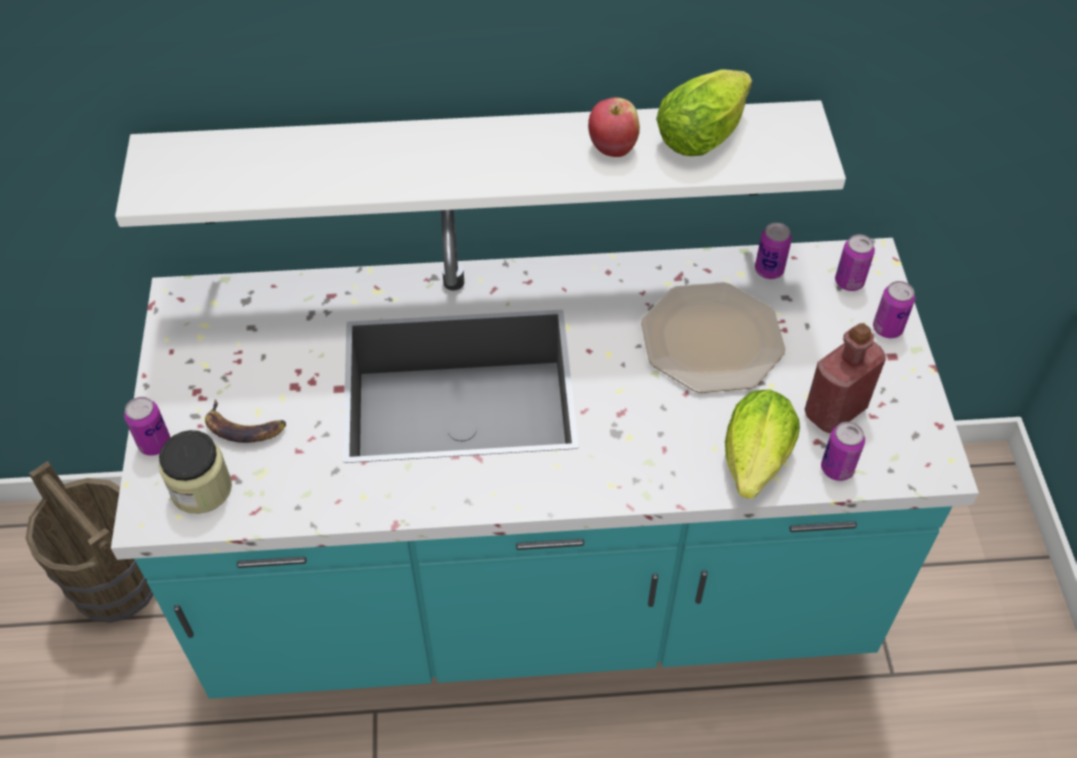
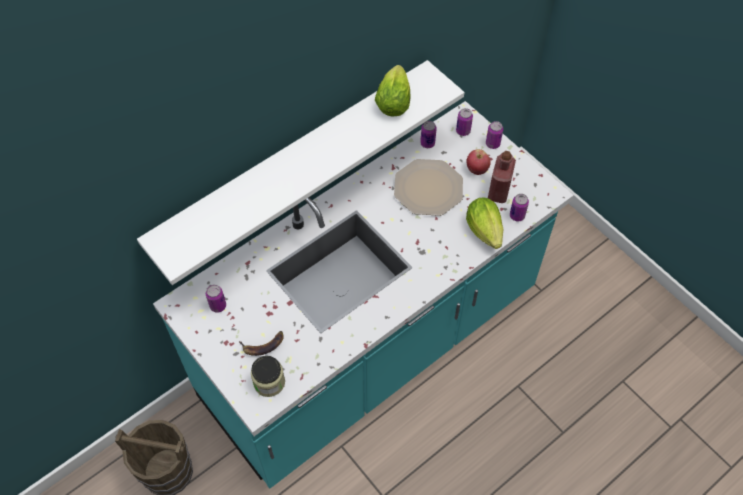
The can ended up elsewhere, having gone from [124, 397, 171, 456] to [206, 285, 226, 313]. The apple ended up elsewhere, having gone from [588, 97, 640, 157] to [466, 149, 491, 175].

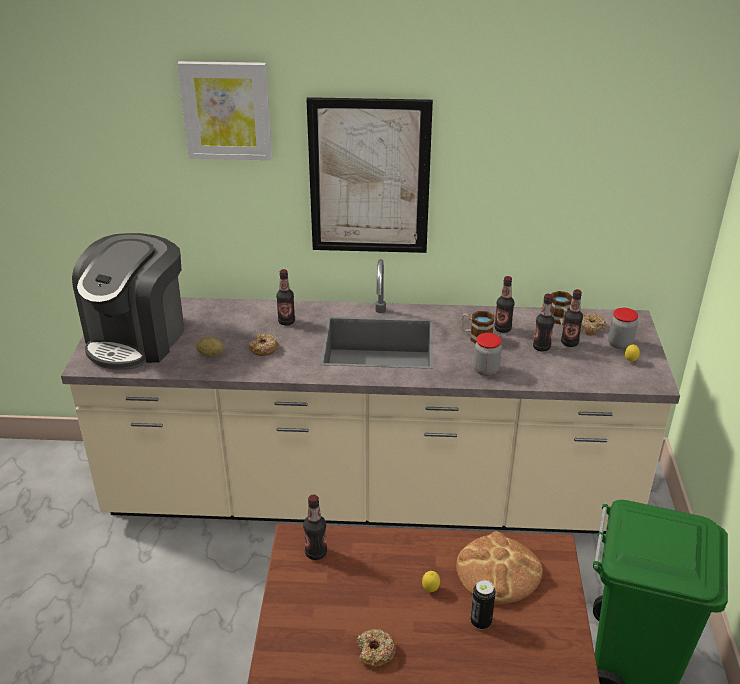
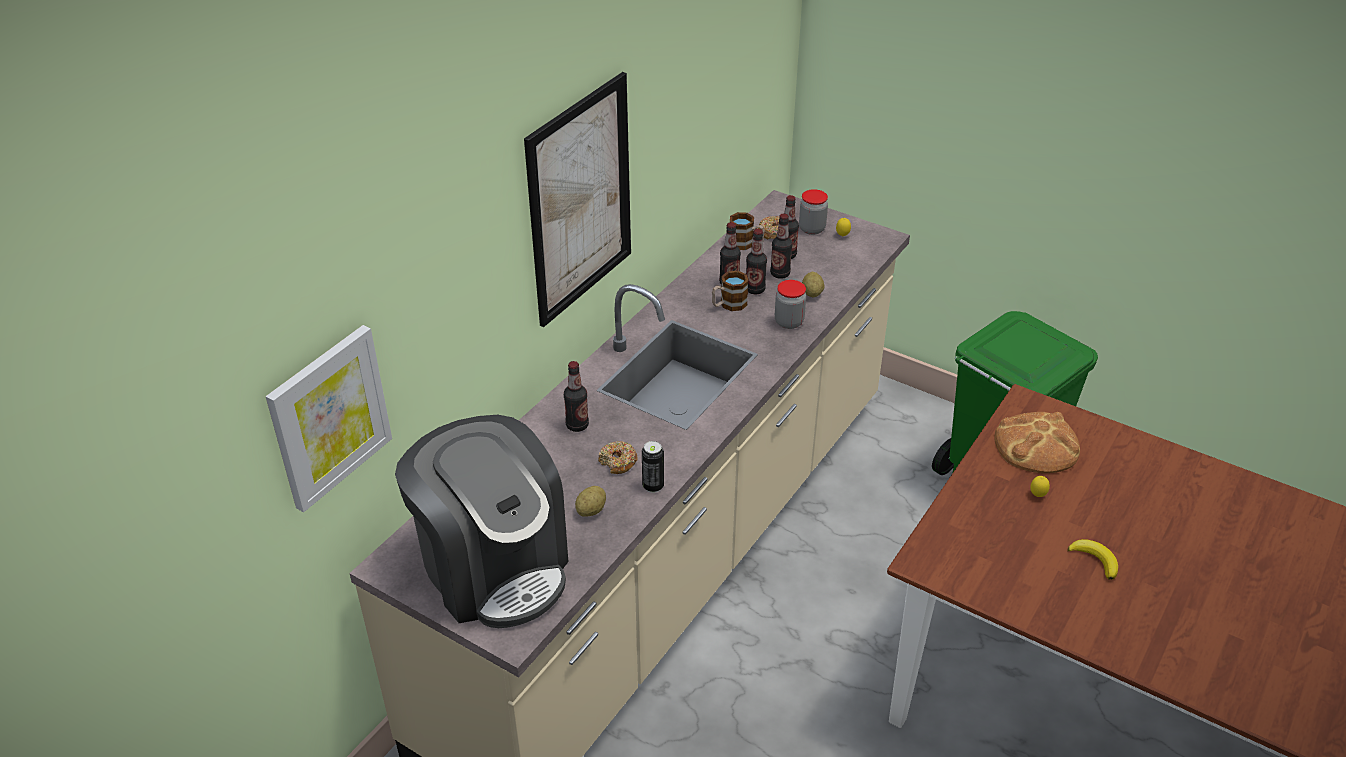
The picture ended up elsewhere, having gone from [177, 61, 272, 160] to [266, 325, 392, 512]. The bottle ended up elsewhere, having gone from [303, 494, 327, 560] to [746, 229, 767, 294]. Where the donut stood at [357, 629, 396, 667], the banana came to stand at [1067, 539, 1118, 580]. The can ended up elsewhere, having gone from [470, 580, 496, 630] to [642, 441, 664, 493]. The second view gained the potato at [802, 272, 825, 298].

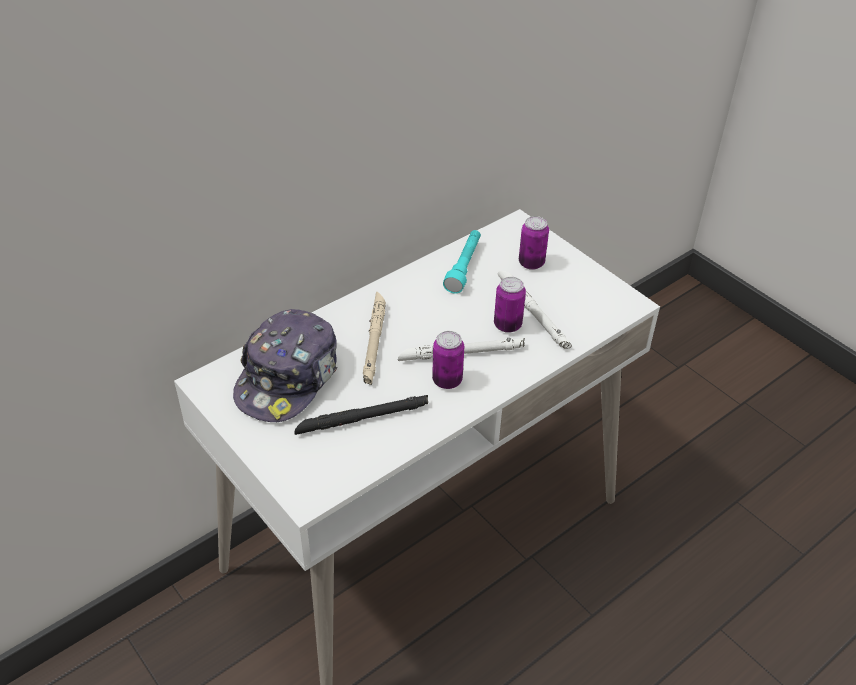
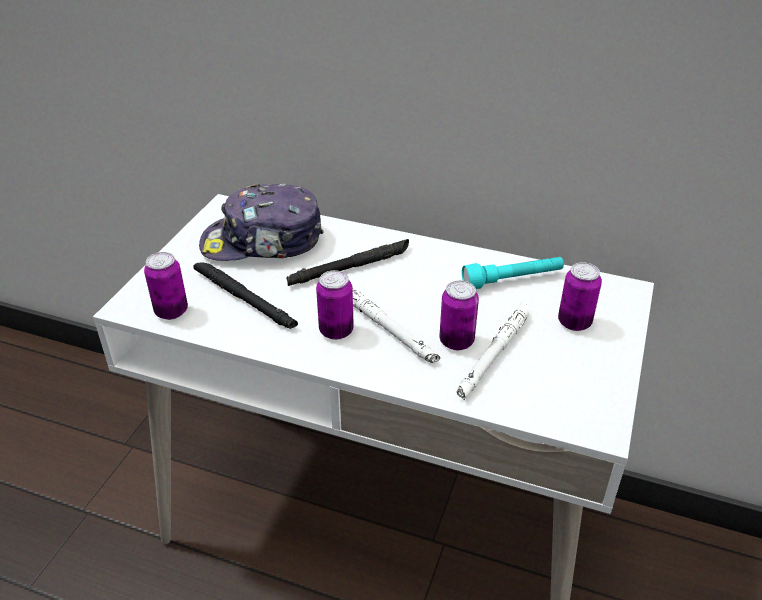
What was the beige_flashlight at [363, 292, 386, 385] turned into the black_flashlight at [287, 239, 409, 286]. The second view gained the can at [144, 252, 188, 320].

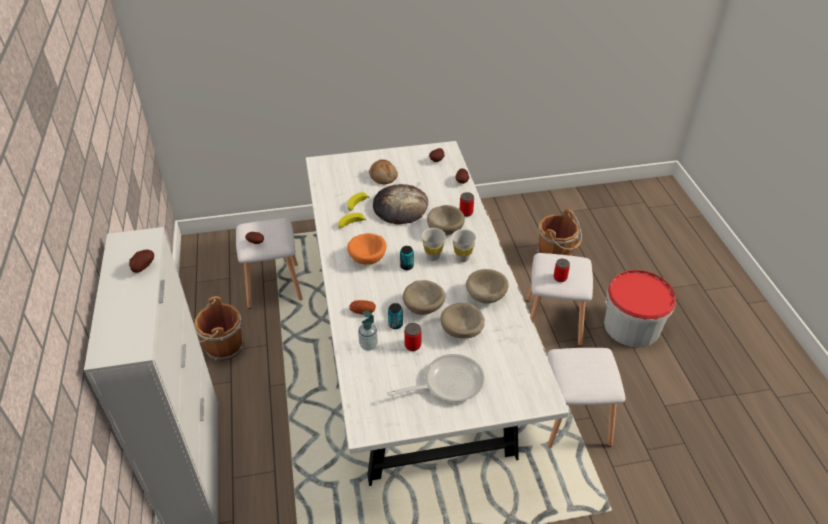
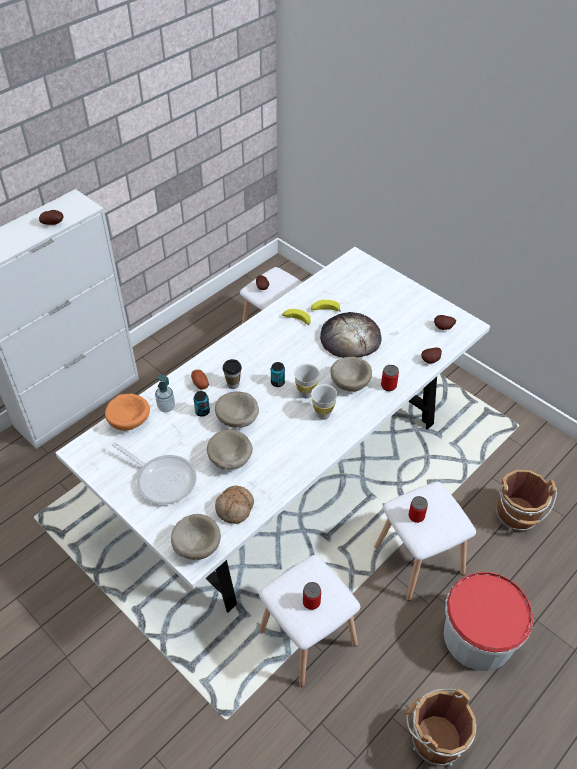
The brown_bucket ended up elsewhere, having gone from [194, 296, 243, 361] to [406, 689, 476, 766]. The orange_bowl ended up elsewhere, having gone from [347, 233, 386, 265] to [105, 393, 150, 431]. The bread ended up elsewhere, having gone from [369, 159, 398, 184] to [215, 486, 254, 524]. The can ended up elsewhere, having gone from [404, 323, 421, 351] to [303, 582, 321, 610]. The beige_bowl ended up elsewhere, having gone from [466, 269, 508, 304] to [171, 514, 221, 560]. The second view gained the cup at [222, 359, 242, 389].

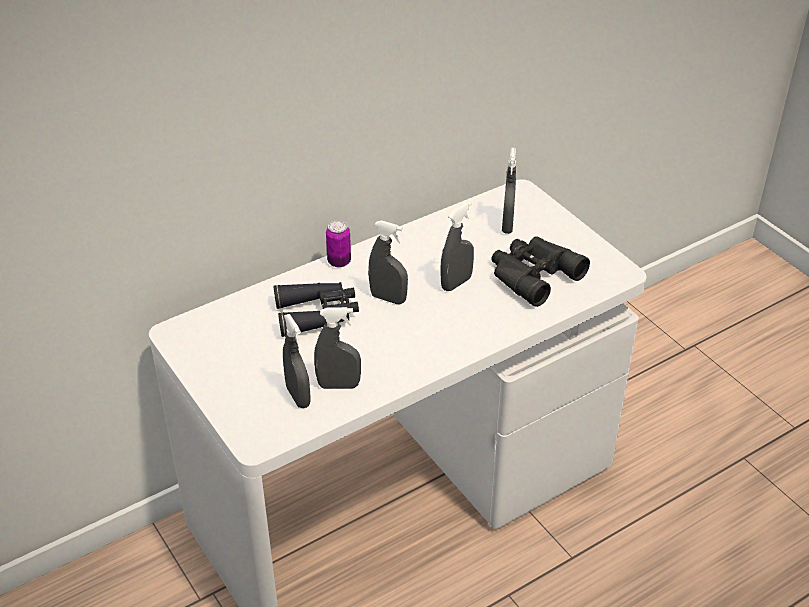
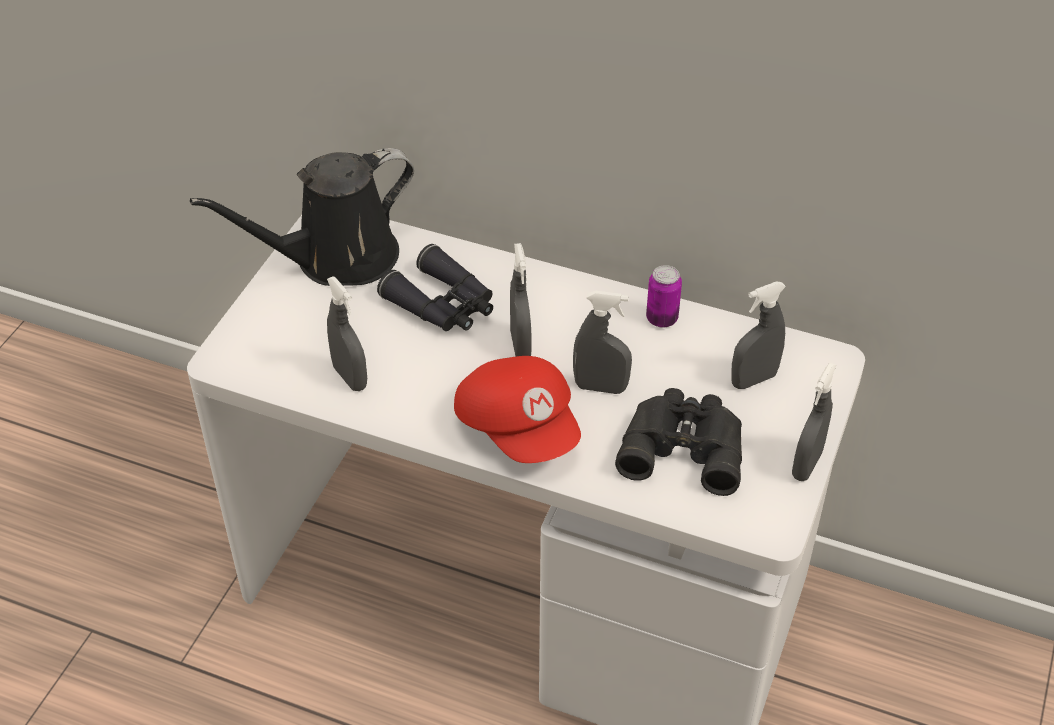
The grey_spray_bottle ended up elsewhere, having gone from [283, 314, 311, 408] to [792, 363, 837, 481]. The can ended up elsewhere, having gone from [326, 220, 351, 267] to [646, 265, 682, 328]. The second view gained the black_watering_can at [190, 148, 414, 286]. The second view gained the red_cap at [454, 356, 581, 463].

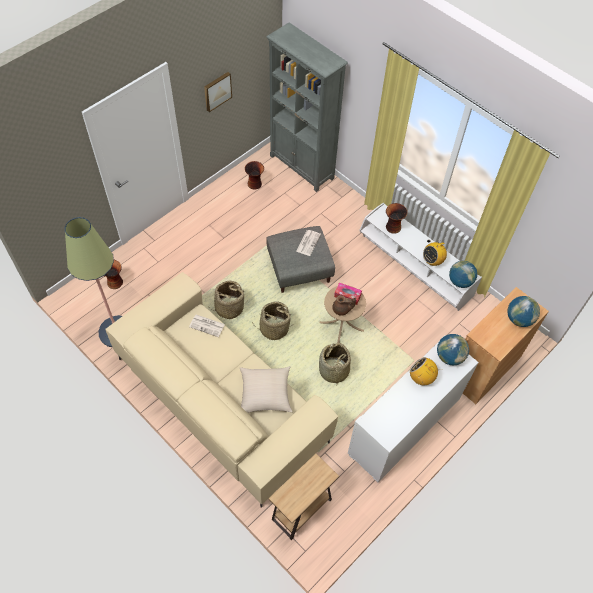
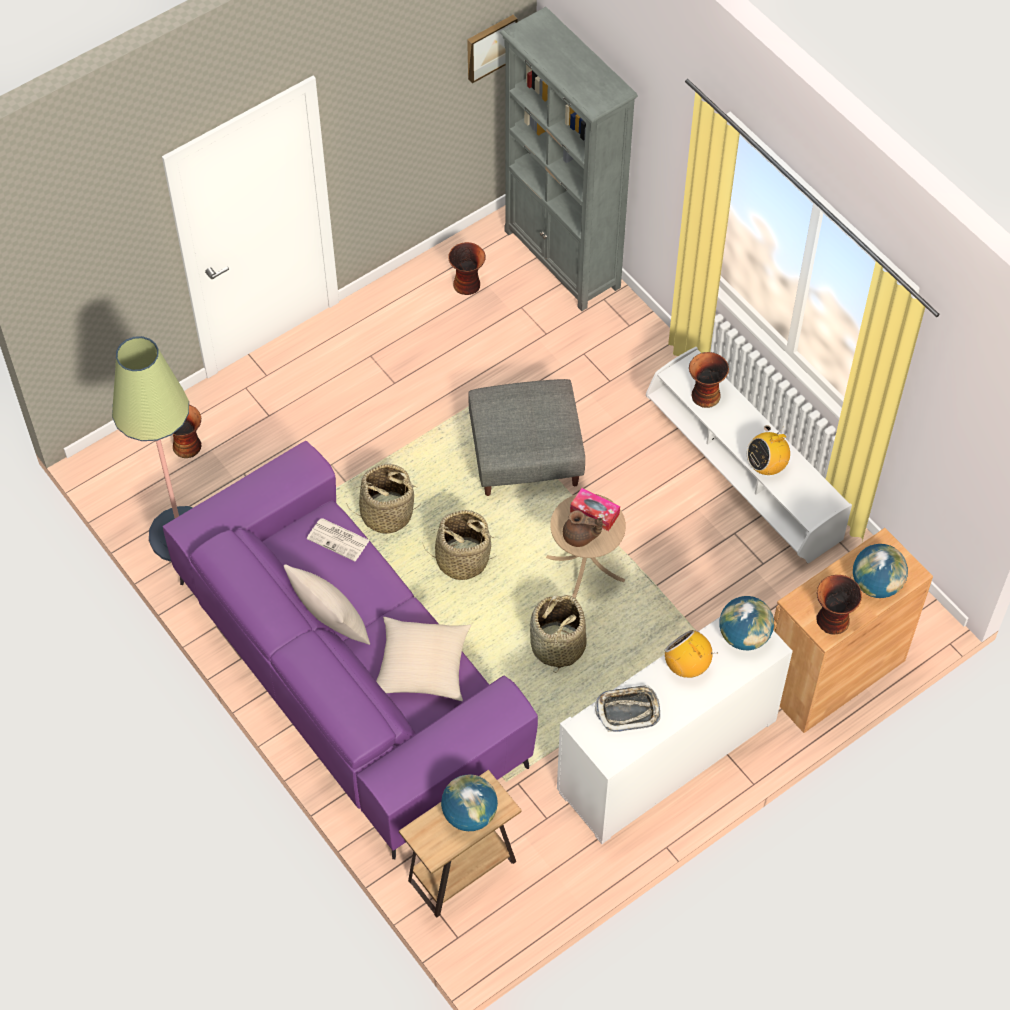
What was the beige_sofa at [106, 272, 338, 507] turned into the purple_sofa at [163, 441, 538, 859]. The picture ended up elsewhere, having gone from [204, 72, 232, 112] to [467, 15, 518, 83]. The second view lost the newspaper at [296, 230, 321, 256]. The globe ended up elsewhere, having gone from [449, 261, 477, 288] to [441, 774, 498, 831]. The second view gained the beige_pillow at [284, 564, 370, 645]. The second view gained the tray at [595, 685, 660, 732]. The second view gained the vase at [816, 575, 862, 635].

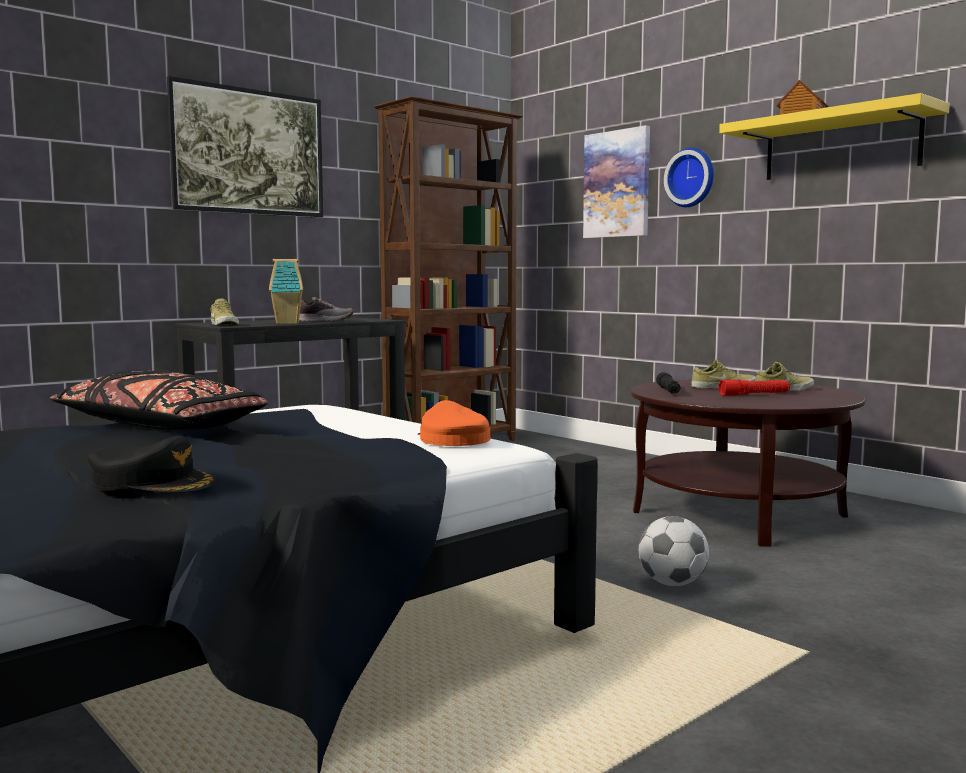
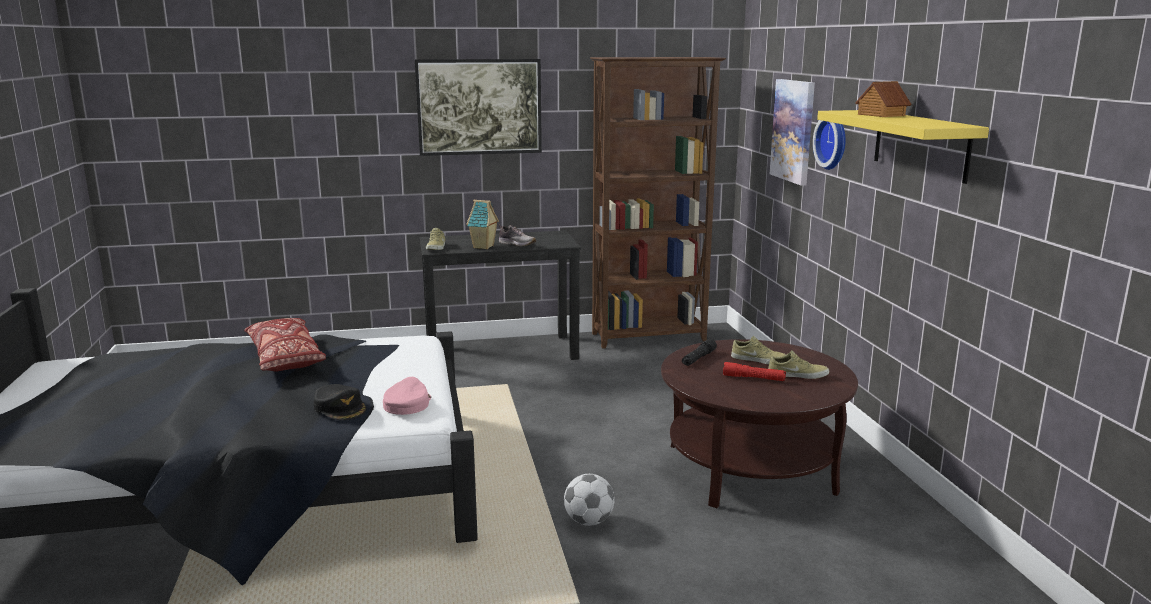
What was the black_pillow at [50, 369, 268, 430] turned into the red_pillow at [244, 318, 326, 372]. The black_cap ended up elsewhere, having gone from [88, 436, 216, 493] to [314, 384, 366, 420]. What was the orange_cap at [417, 400, 490, 446] turned into the pink_cap at [383, 377, 431, 415].

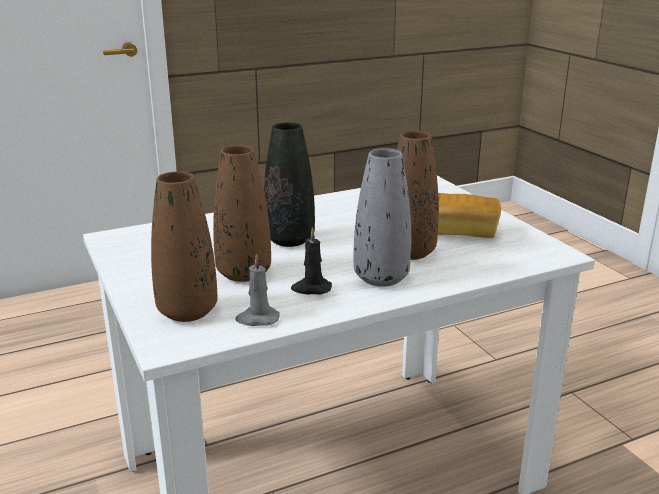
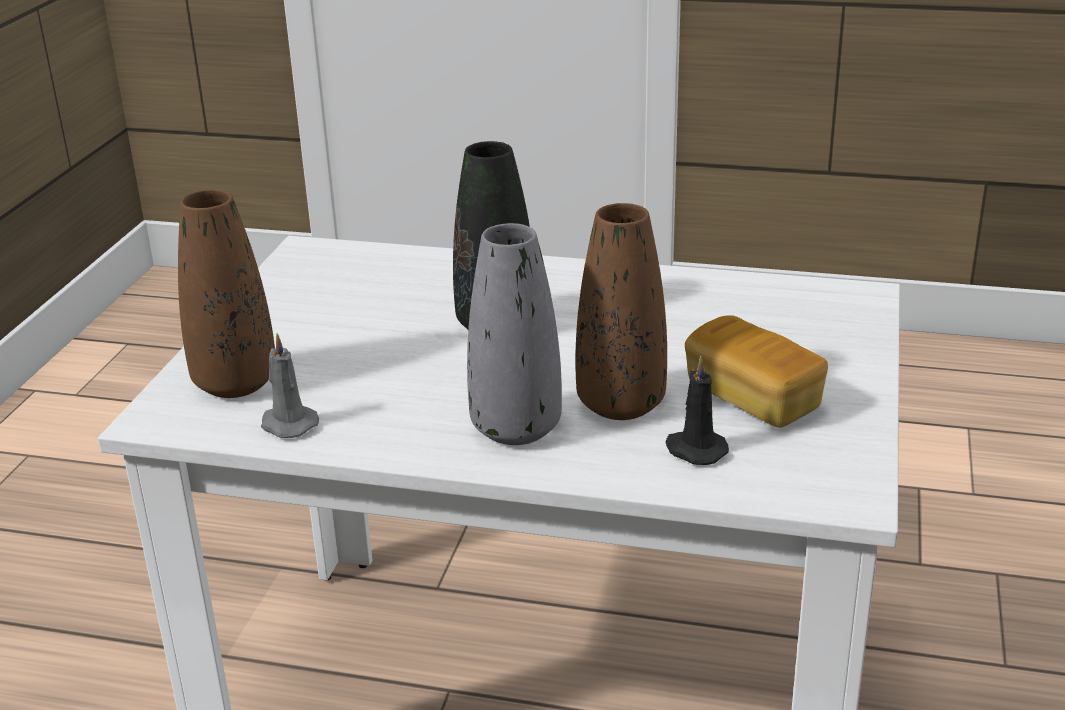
The second view lost the brown_vase at [213, 145, 271, 282]. The black_candle ended up elsewhere, having gone from [291, 227, 332, 294] to [665, 356, 729, 465].

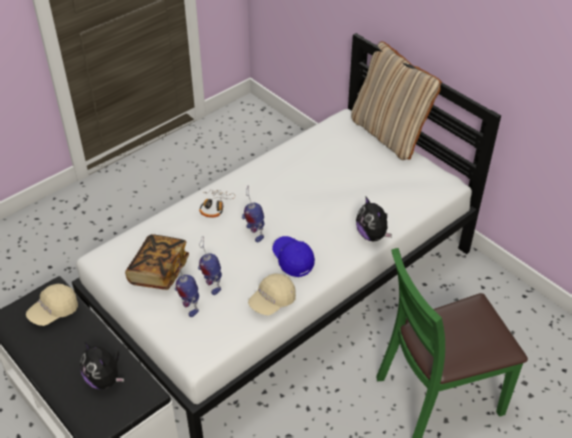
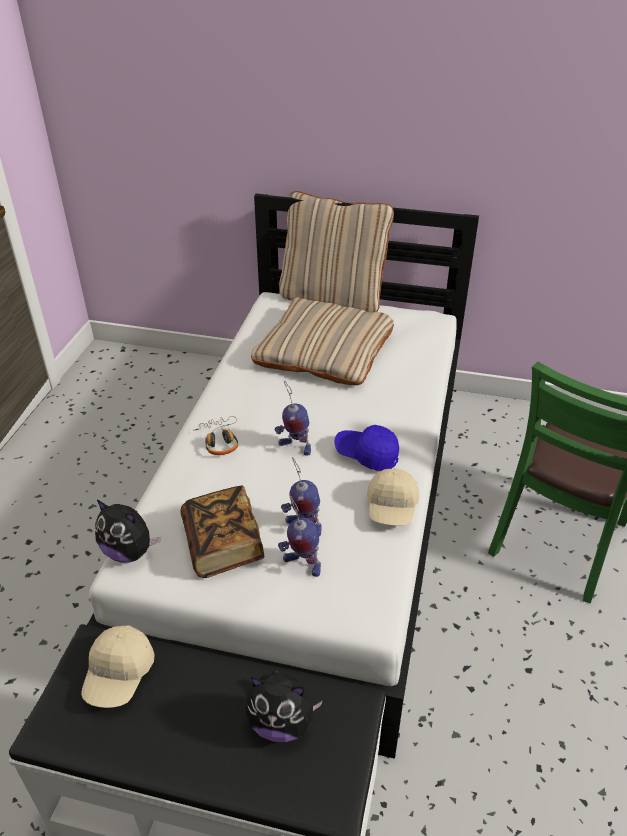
The plush_toy ended up elsewhere, having gone from [356, 197, 392, 242] to [95, 499, 160, 563]. The second view gained the beige_pillow at [251, 297, 394, 385].

